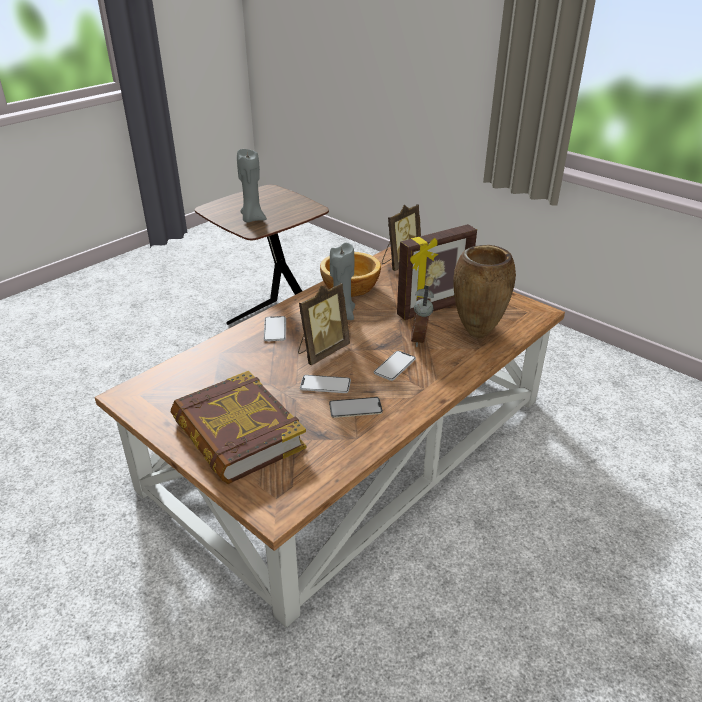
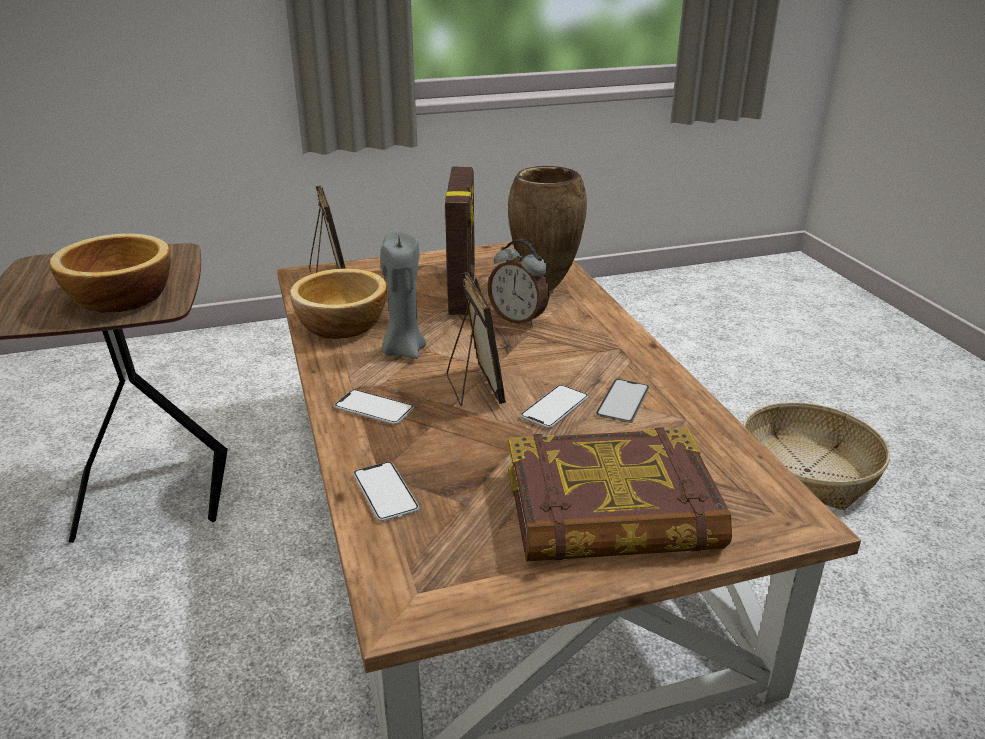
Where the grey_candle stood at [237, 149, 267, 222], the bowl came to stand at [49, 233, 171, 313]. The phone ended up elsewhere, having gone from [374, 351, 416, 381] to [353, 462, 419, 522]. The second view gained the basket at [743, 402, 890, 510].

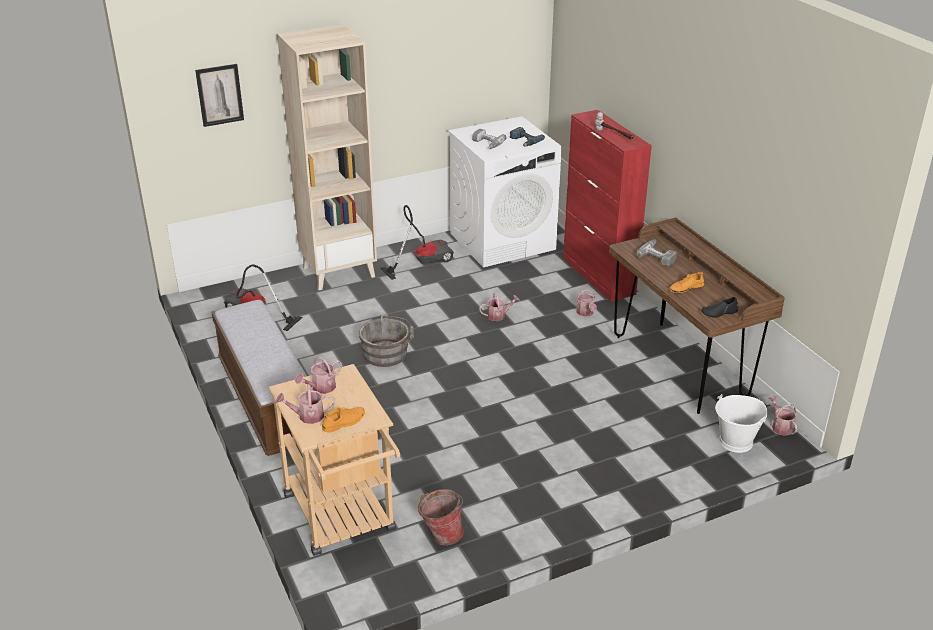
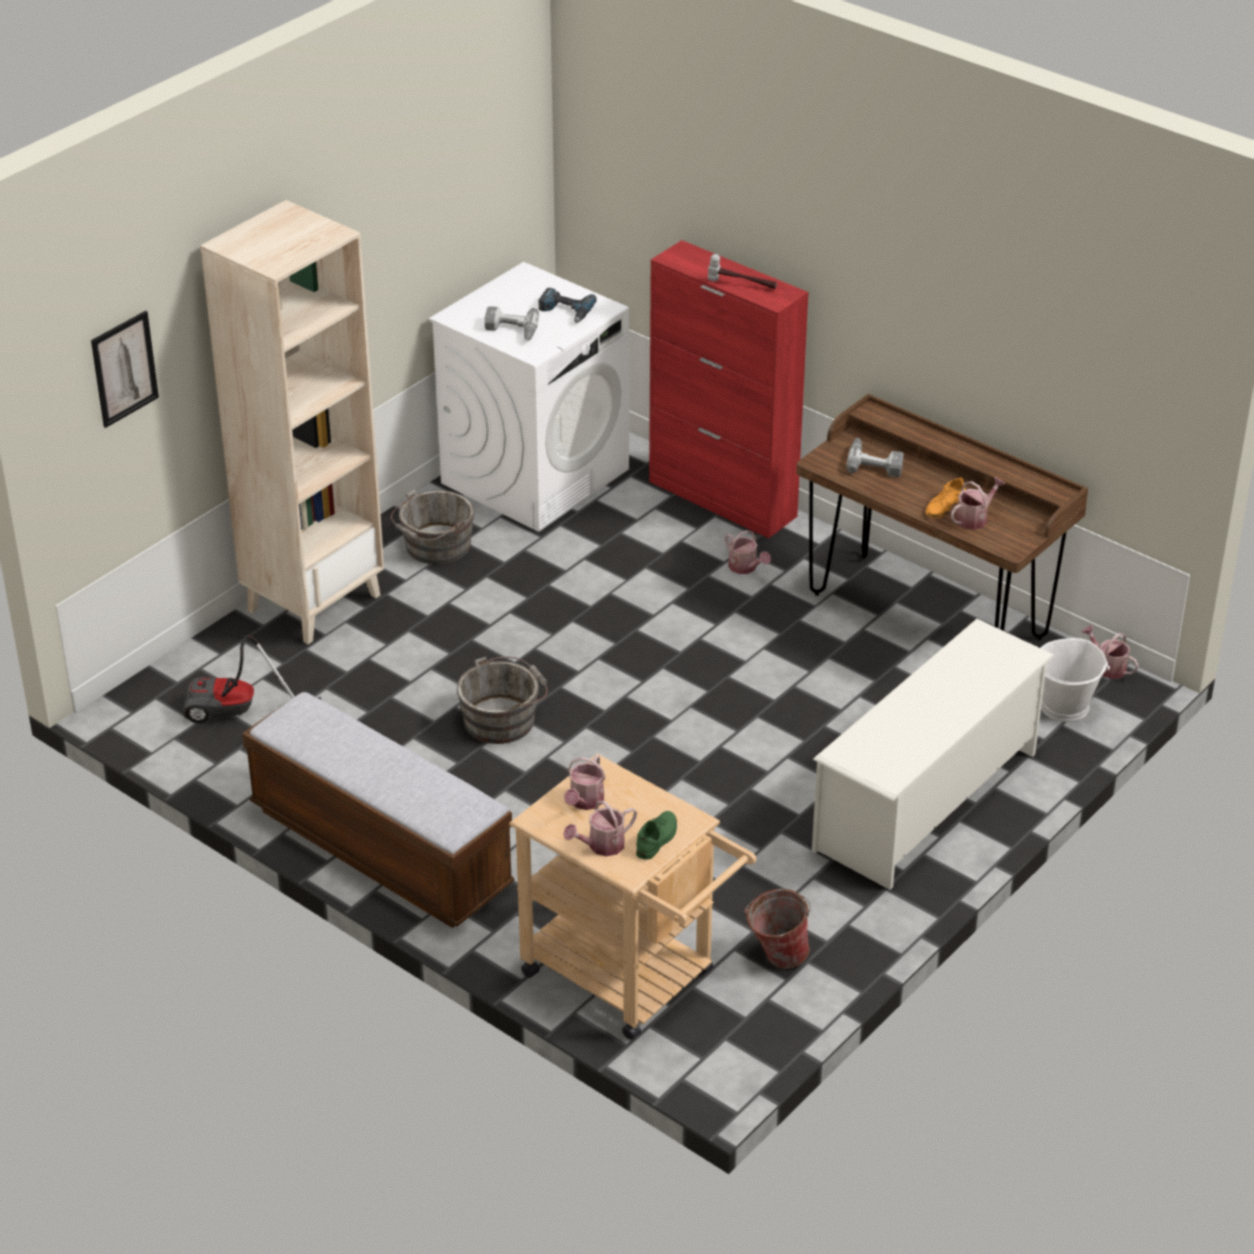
What was the orange_shoe at [322, 407, 365, 433] turned into the green_shoe at [636, 811, 677, 859]. Where the vacuum_cleaner stood at [380, 205, 454, 280], the grey_bucket came to stand at [391, 490, 474, 565]. The watering_can ended up elsewhere, having gone from [479, 293, 520, 321] to [951, 477, 1005, 530]. The second view lost the black_shoe at [701, 297, 739, 318]. The second view gained the white_shoe_rack at [812, 619, 1055, 890].

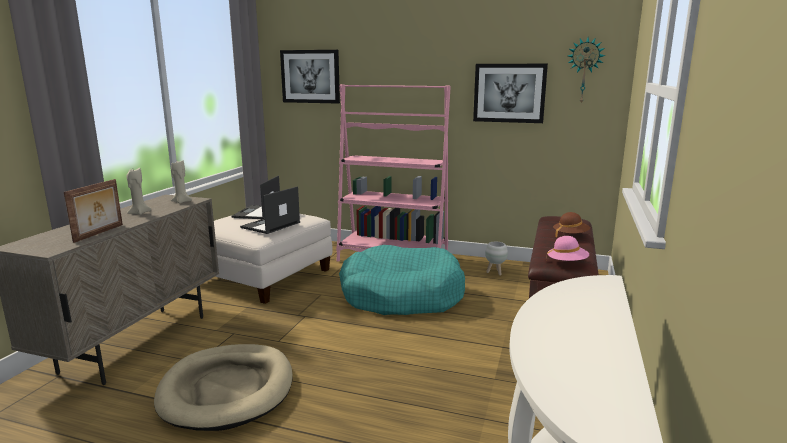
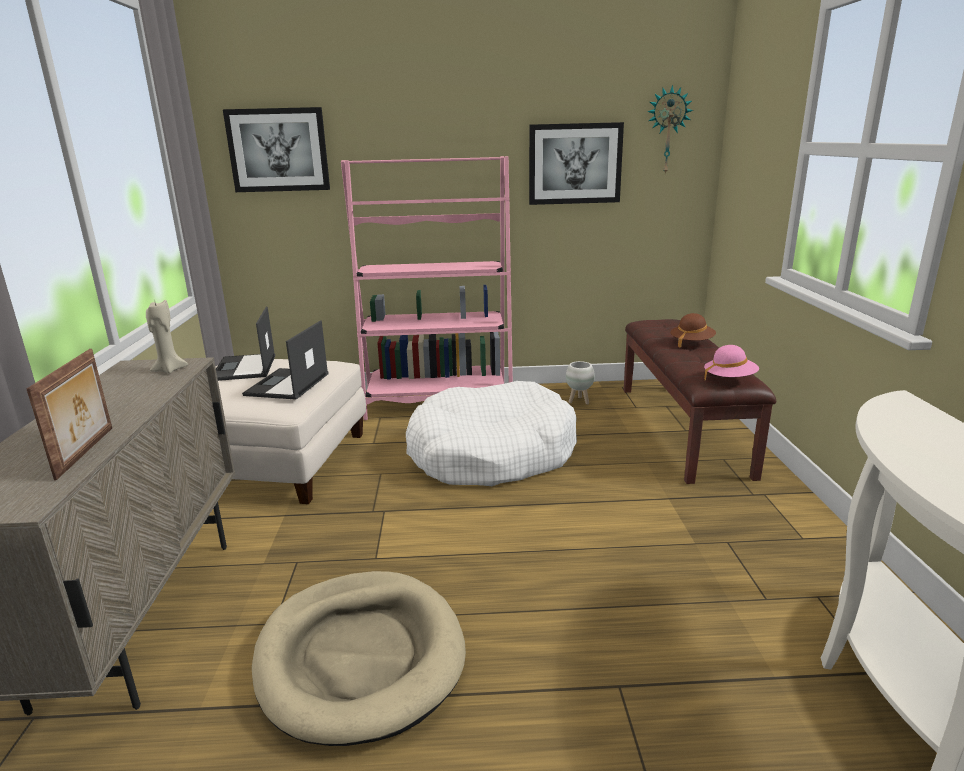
The second view lost the beige_candle at [127, 168, 151, 215]. What was the turquoise_dog_bed at [339, 245, 465, 315] turned into the white_dog_bed at [406, 381, 577, 486].

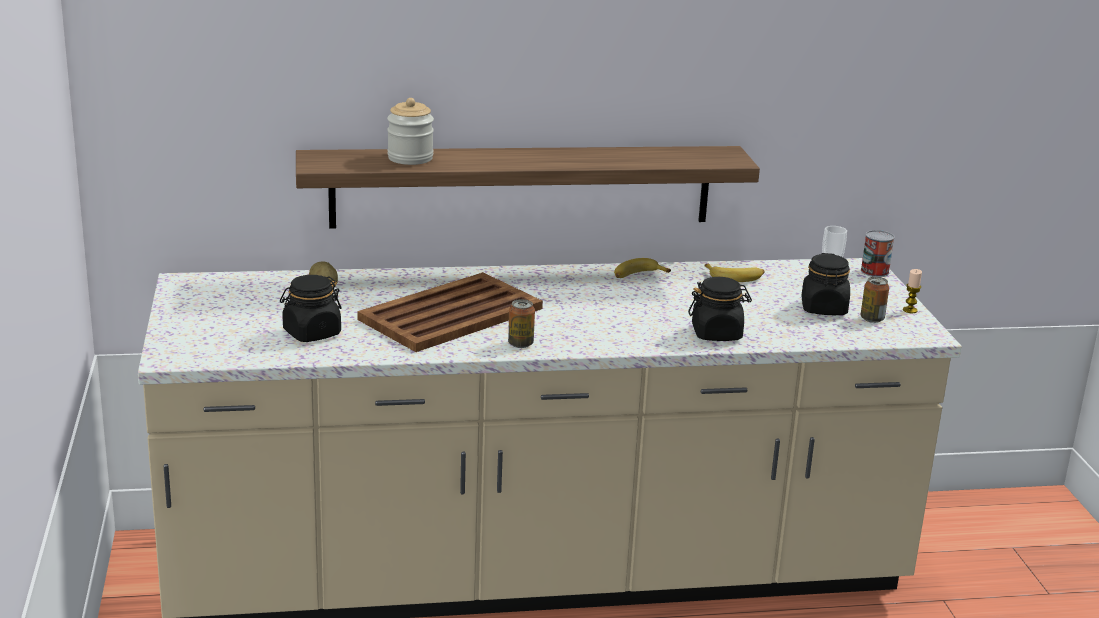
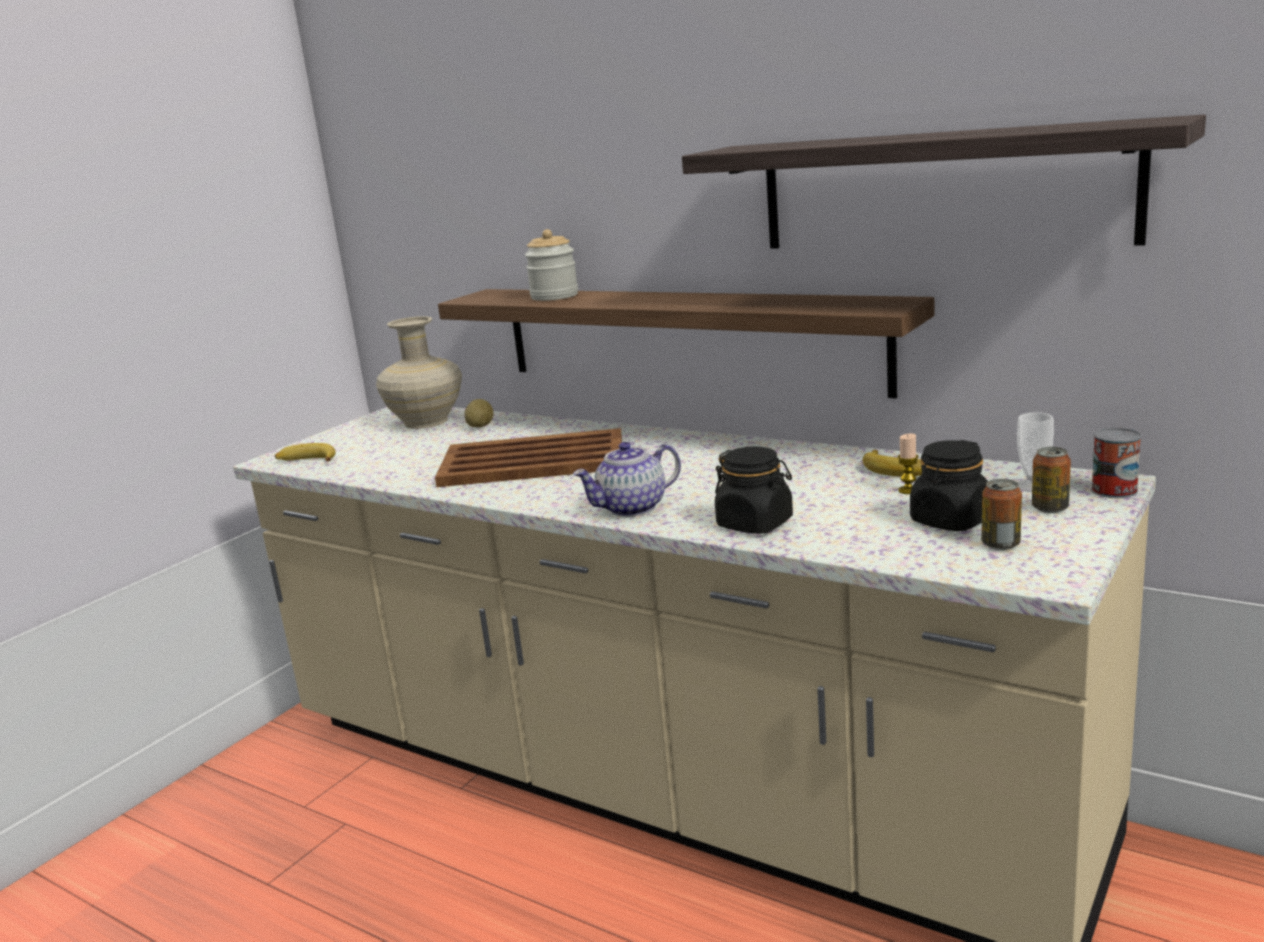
The second view lost the black_jar at [280, 275, 342, 342]. The can ended up elsewhere, having gone from [508, 299, 535, 348] to [1032, 447, 1071, 513]. The banana ended up elsewhere, having gone from [614, 258, 671, 278] to [275, 443, 336, 462]. The candle ended up elsewhere, having gone from [903, 269, 922, 313] to [898, 434, 918, 494]. The second view gained the beige_vase at [376, 316, 462, 429]. The second view gained the teapot at [573, 442, 681, 517]. The second view gained the shelf at [682, 115, 1206, 249].

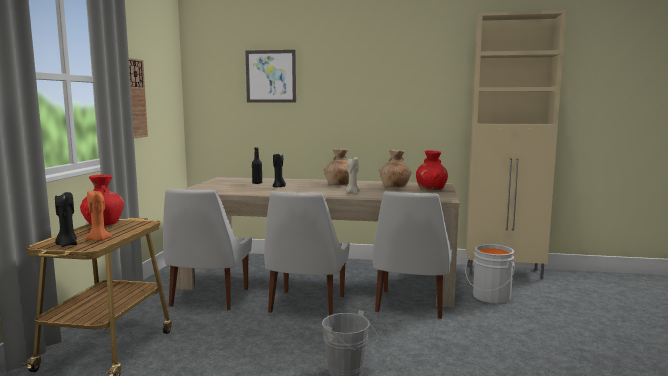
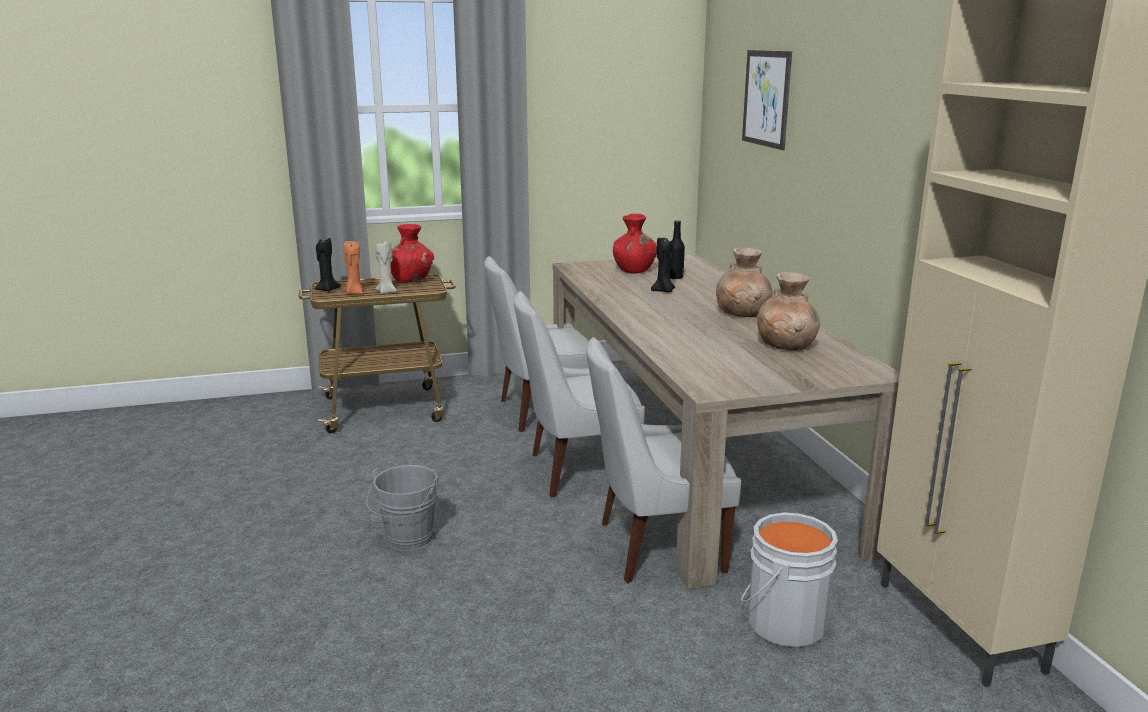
The second view lost the wall_clock at [129, 58, 148, 138]. The beige_candle ended up elsewhere, having gone from [346, 157, 360, 194] to [375, 241, 397, 294]. The red_vase ended up elsewhere, having gone from [416, 150, 448, 190] to [613, 214, 657, 274].

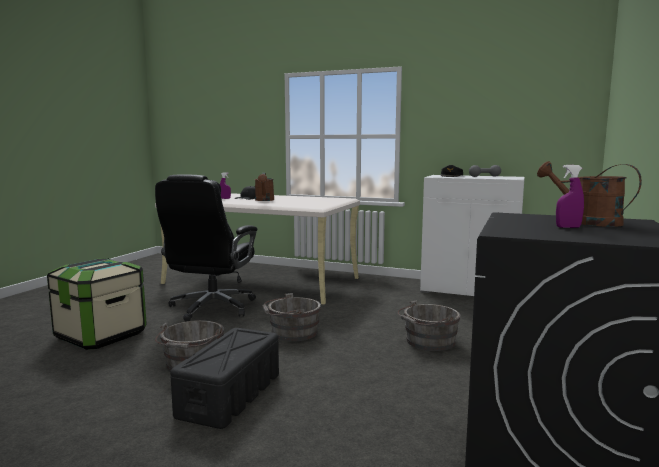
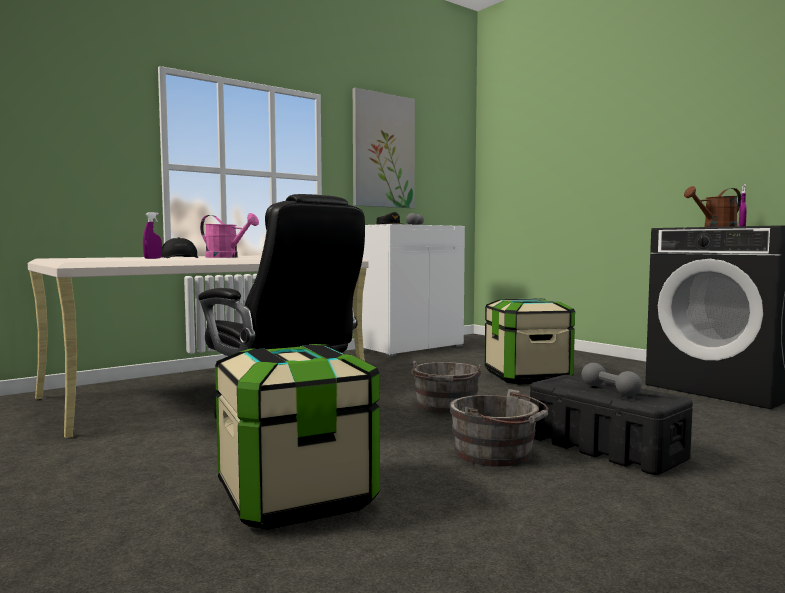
What was the brown_watering_can at [255, 173, 274, 201] turned into the pink_watering_can at [200, 213, 259, 258]. Where the grey_bucket stood at [398, 300, 461, 351], the storage_box came to stand at [485, 298, 575, 385]. The second view gained the picture at [353, 88, 415, 208]. The second view gained the grey_dumbbell at [582, 363, 642, 396].

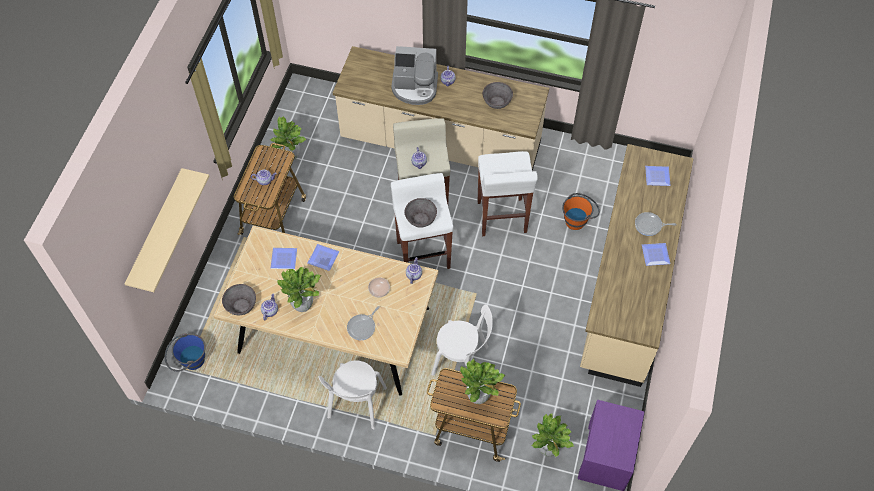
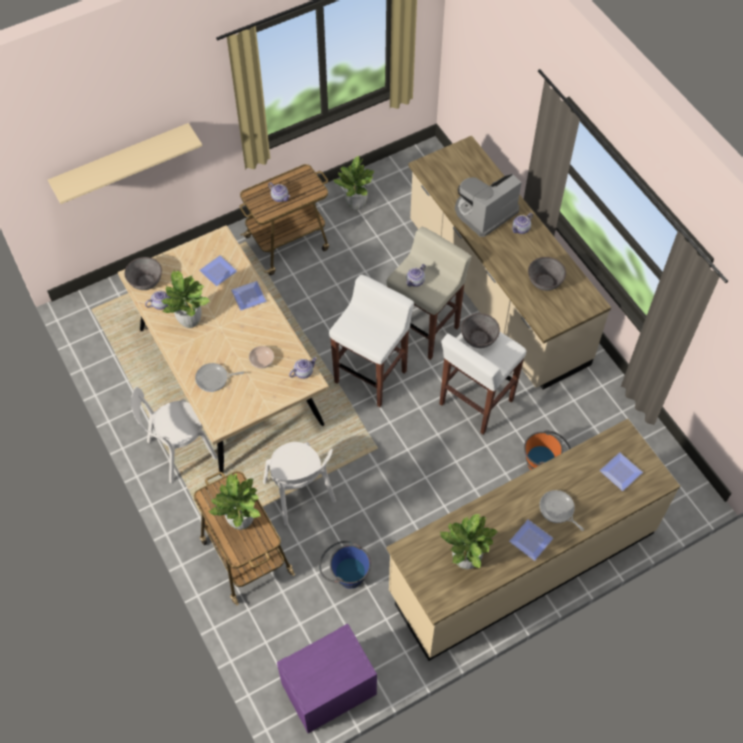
The blue_bucket ended up elsewhere, having gone from [165, 333, 206, 372] to [319, 541, 371, 589]. The coffee_machine at [391, 46, 438, 105] ended up facing another way, 90 degrees clockwise from before. The grey_bowl ended up elsewhere, having gone from [405, 198, 437, 228] to [461, 313, 500, 348]. The potted_plant ended up elsewhere, having gone from [531, 414, 574, 457] to [440, 514, 498, 569].

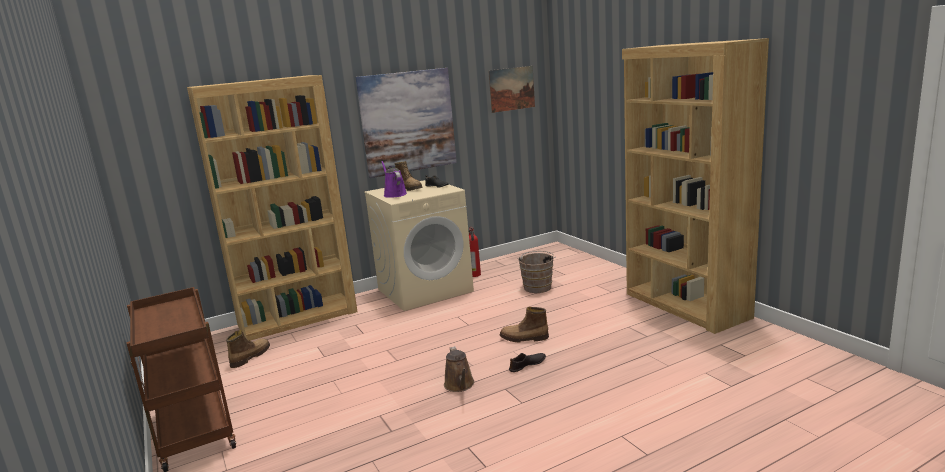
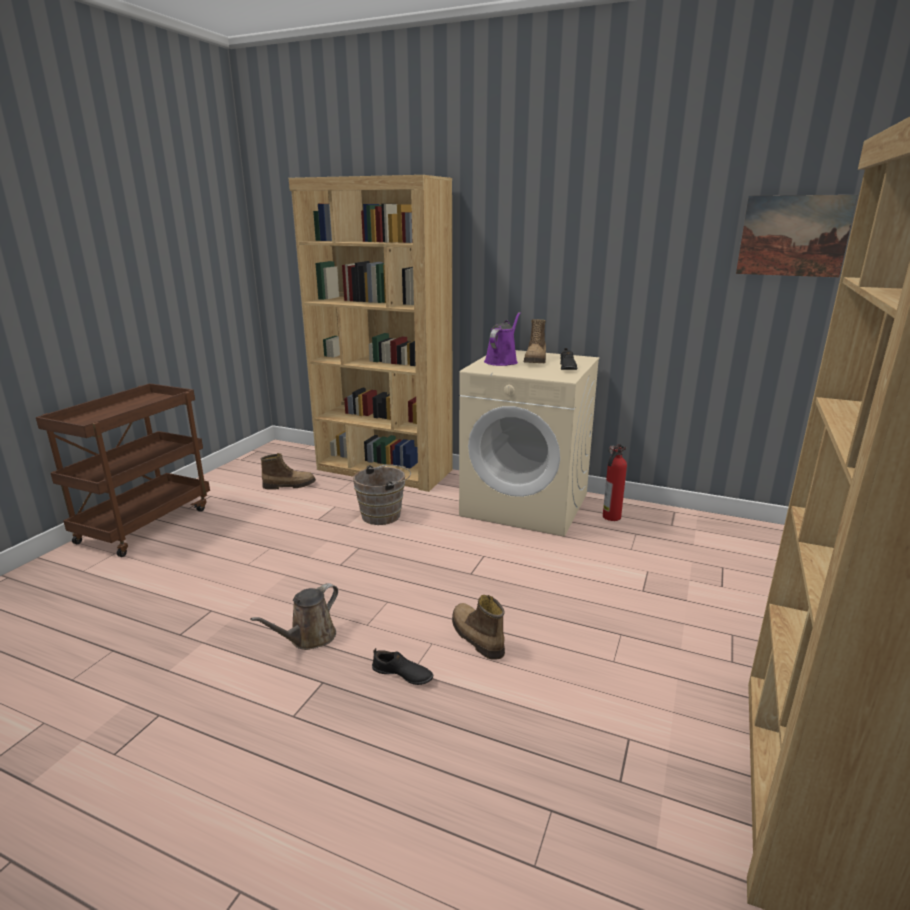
The second view lost the picture at [356, 68, 457, 178]. The brown_bucket ended up elsewhere, having gone from [517, 251, 556, 293] to [353, 465, 411, 525].

